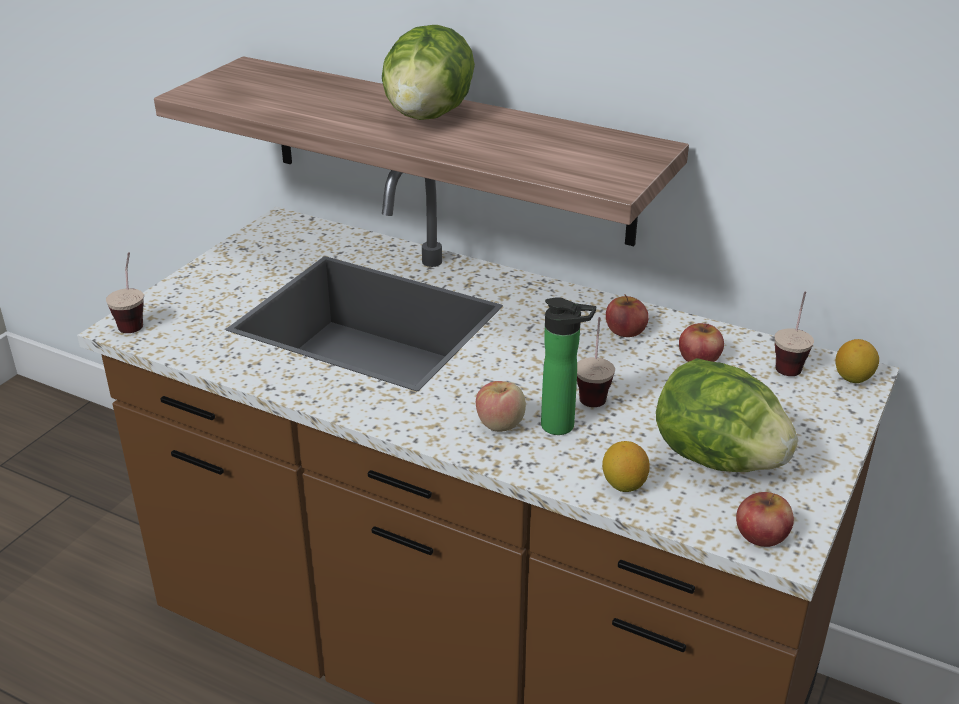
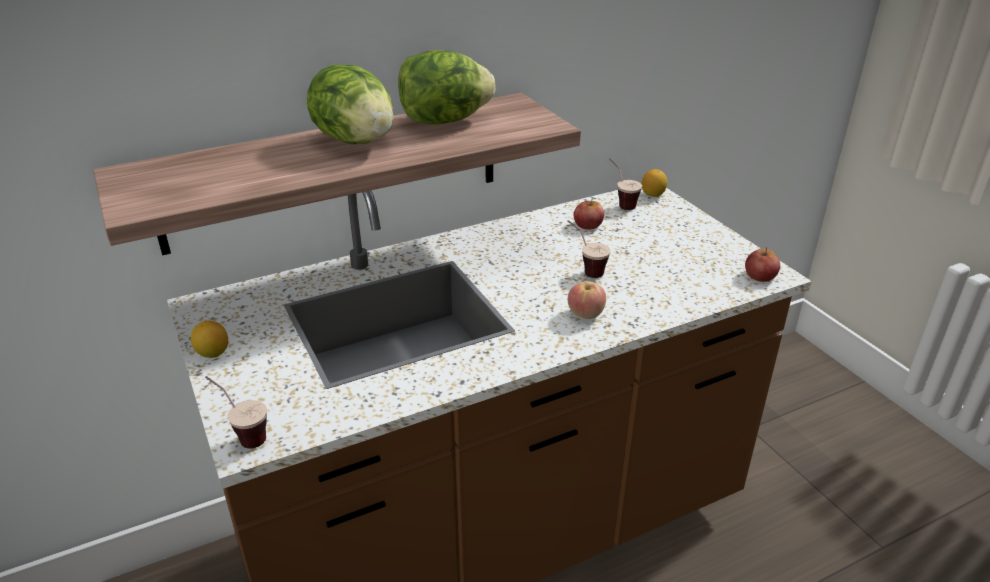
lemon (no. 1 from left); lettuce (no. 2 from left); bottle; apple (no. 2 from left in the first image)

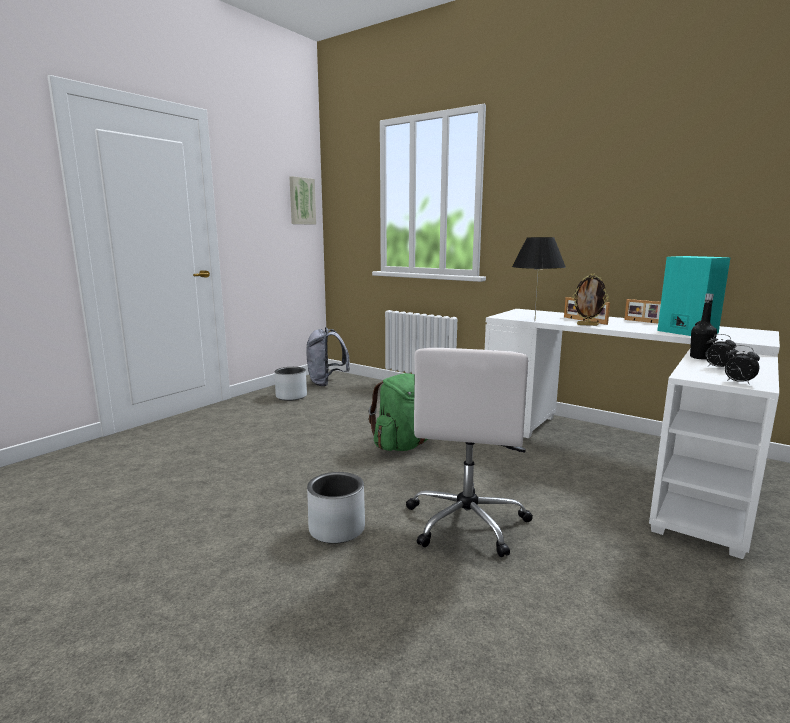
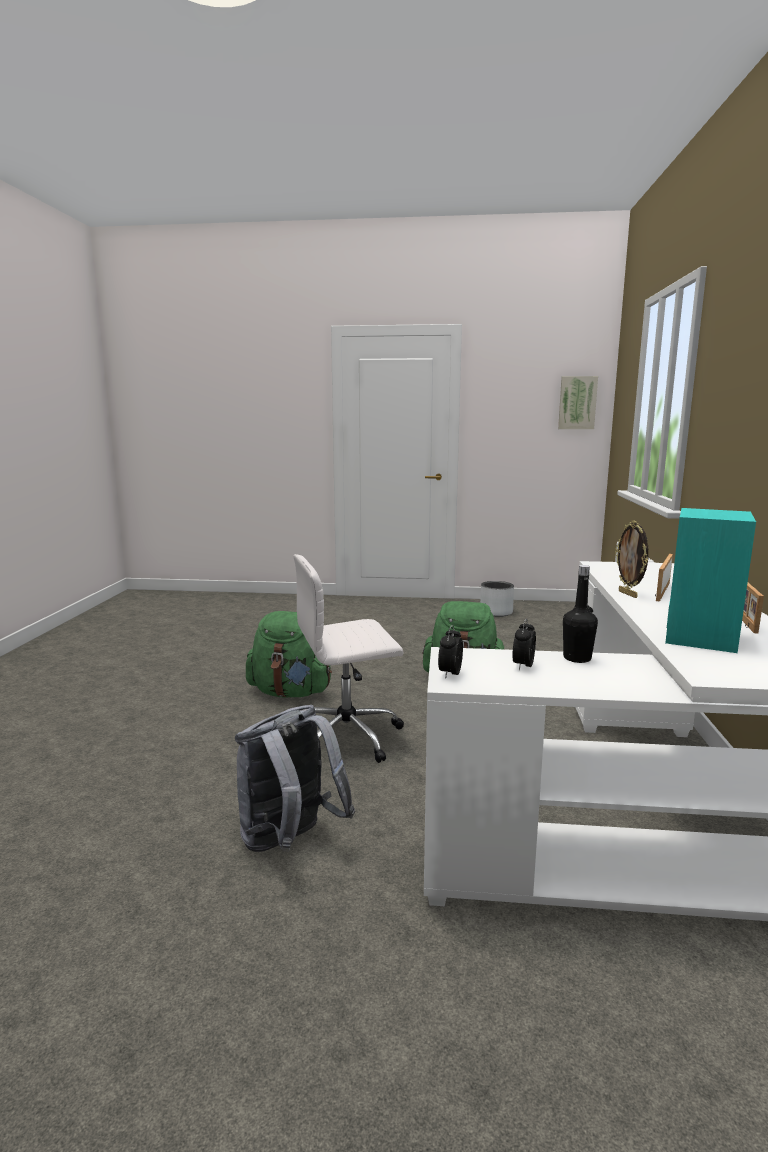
backpack/grey; backpack/green (no. 1 from left); table lamp/black

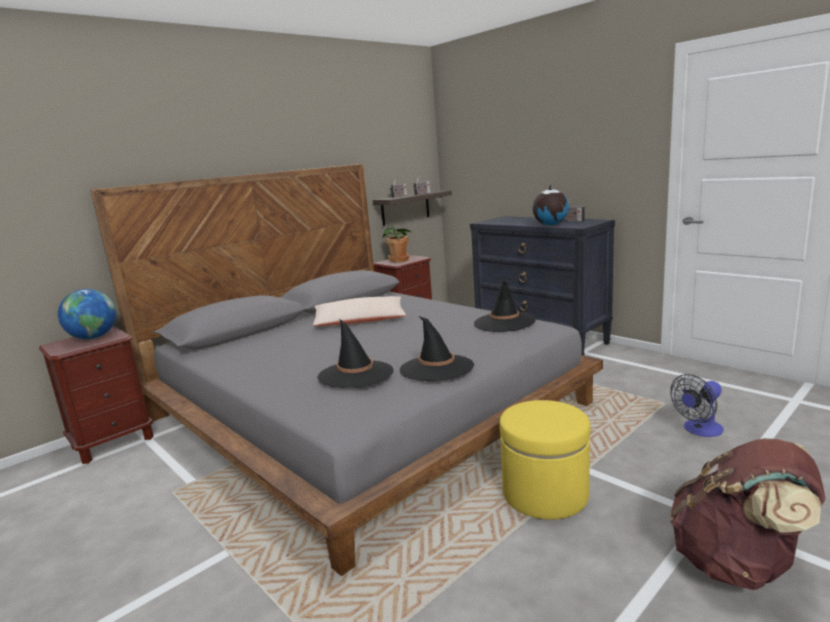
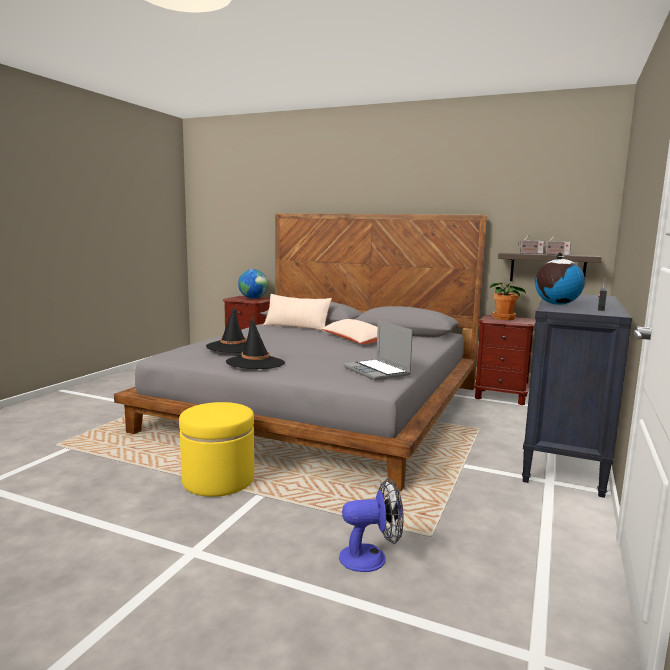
pillow/beige (no. 1 from left); fan; laptop; backpack/brown

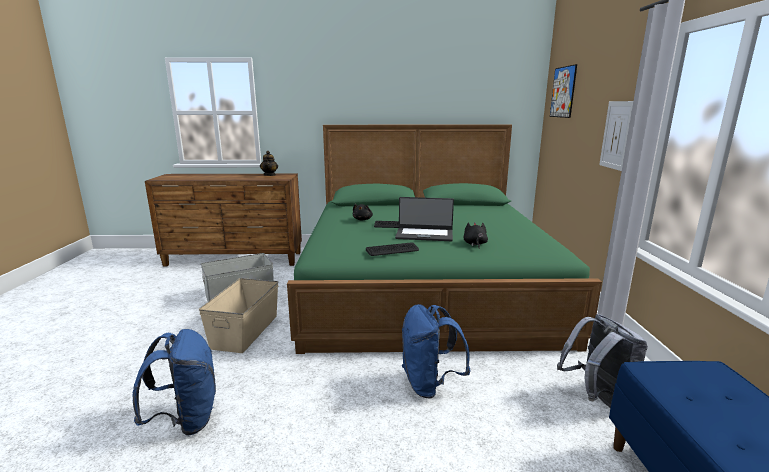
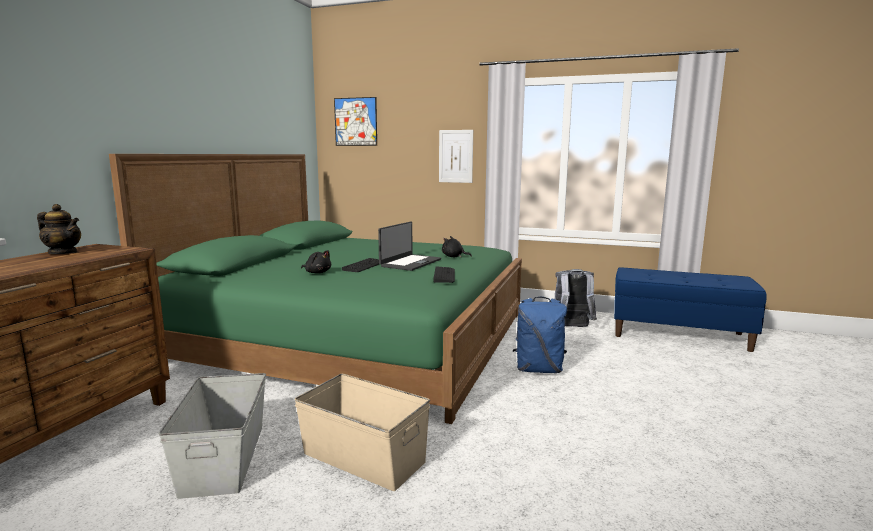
backpack/blue (no. 1 from left in the first image)

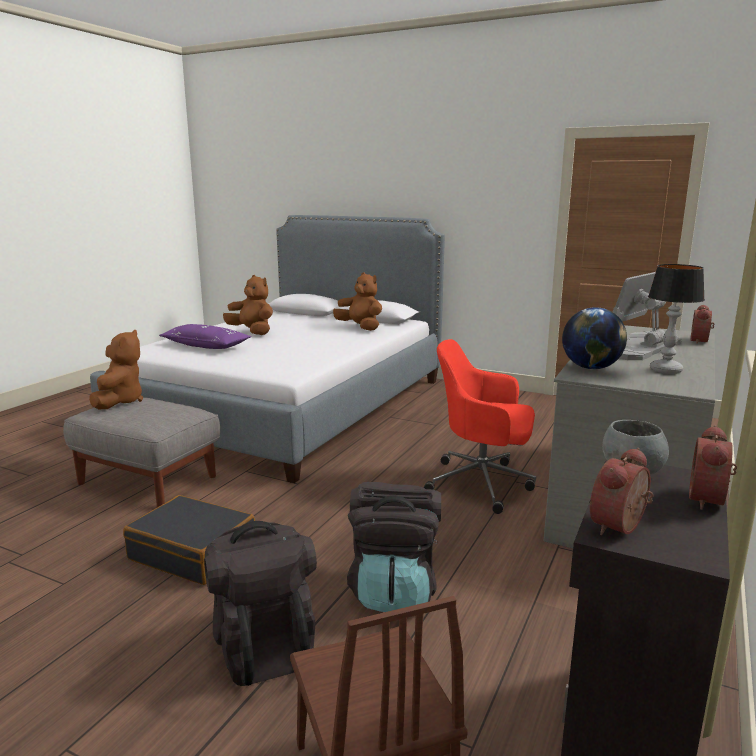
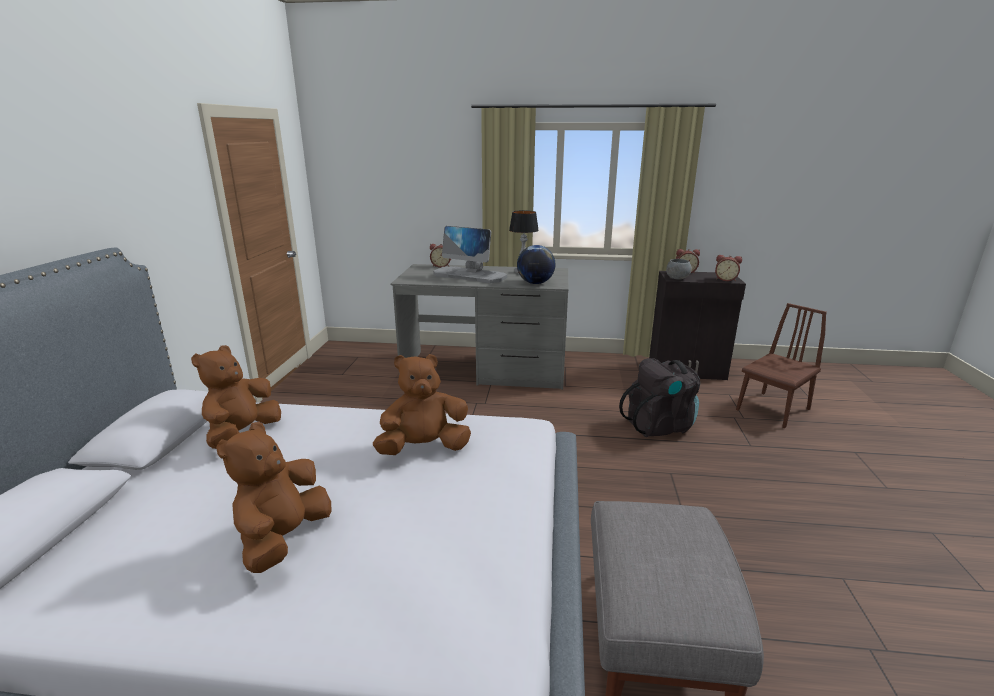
plush toy/brown (no. 3 from left); suitcase/black; pillow/purple; backpack/black (no. 1 from left in the first image); office chair/red

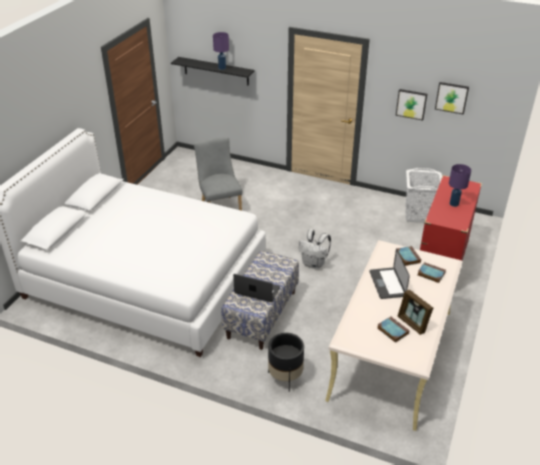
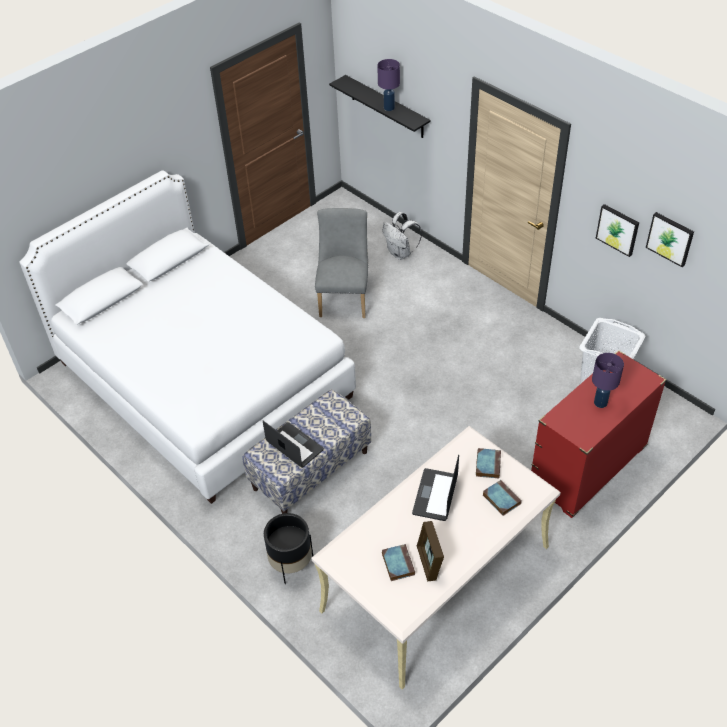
backpack/white

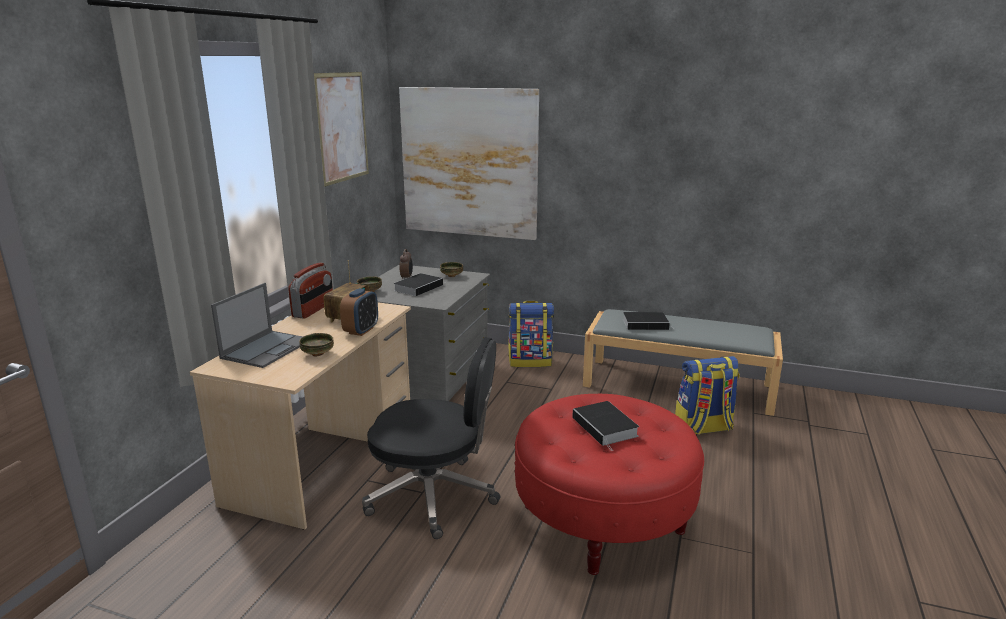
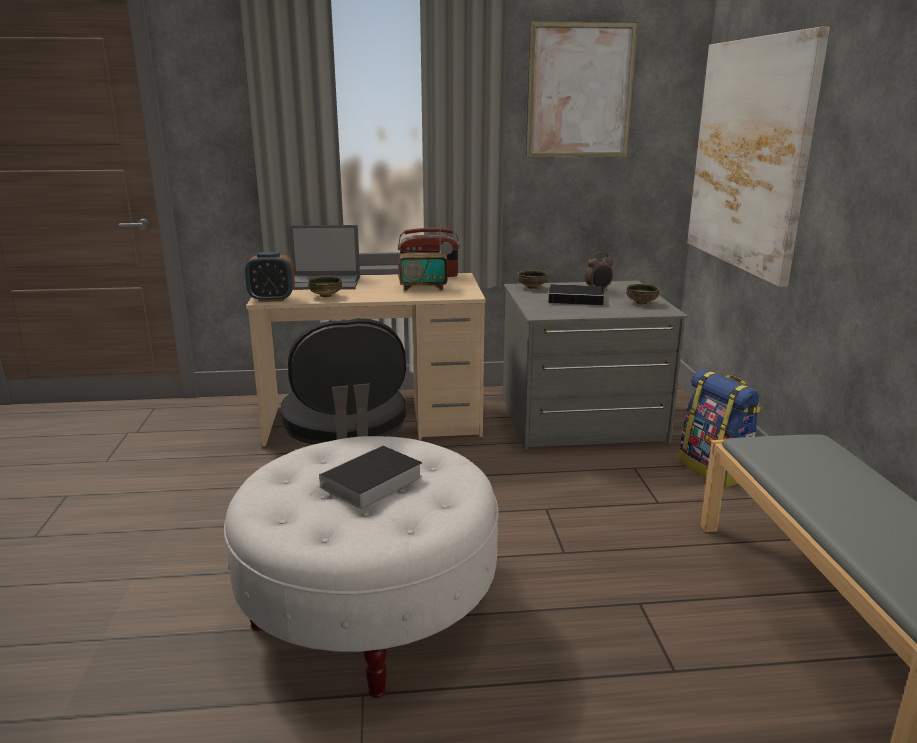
ottoman/white; alarm clock (no. 1 from left); book (no. 3 from left in the first image); backpack (no. 2 from left in the first image)

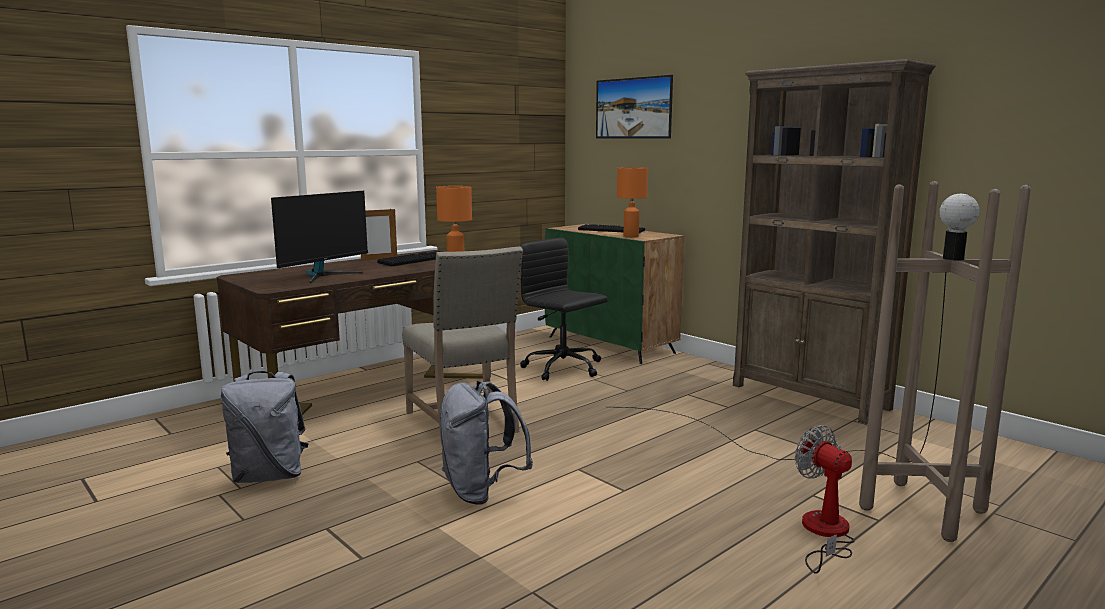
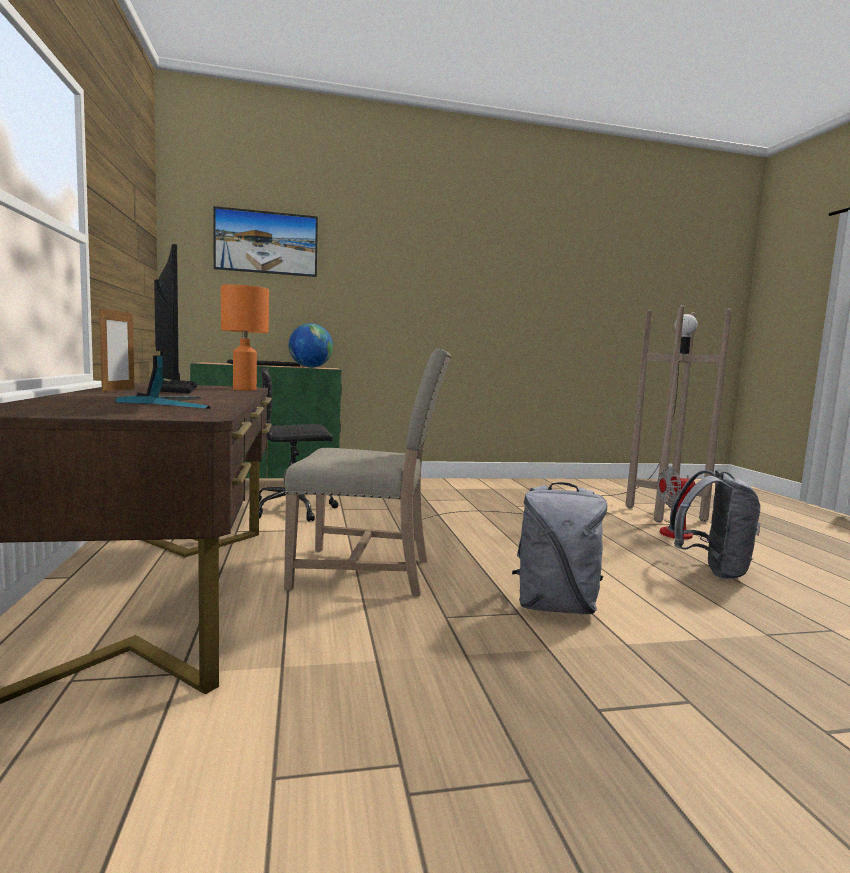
globe; backpack/grey (no. 2 from left); bookcase/brown

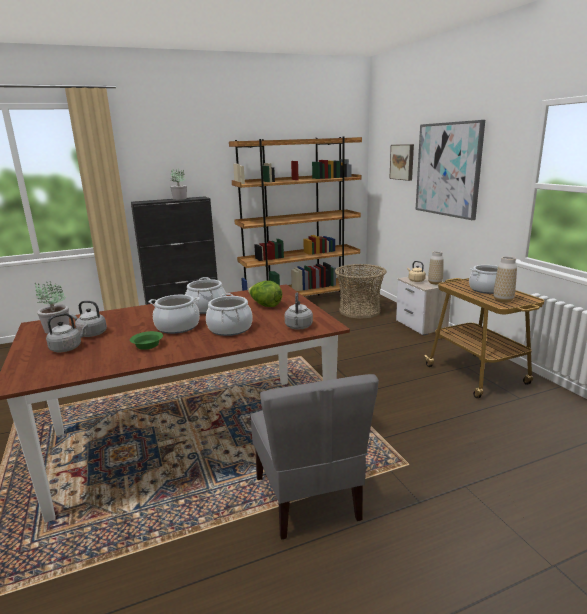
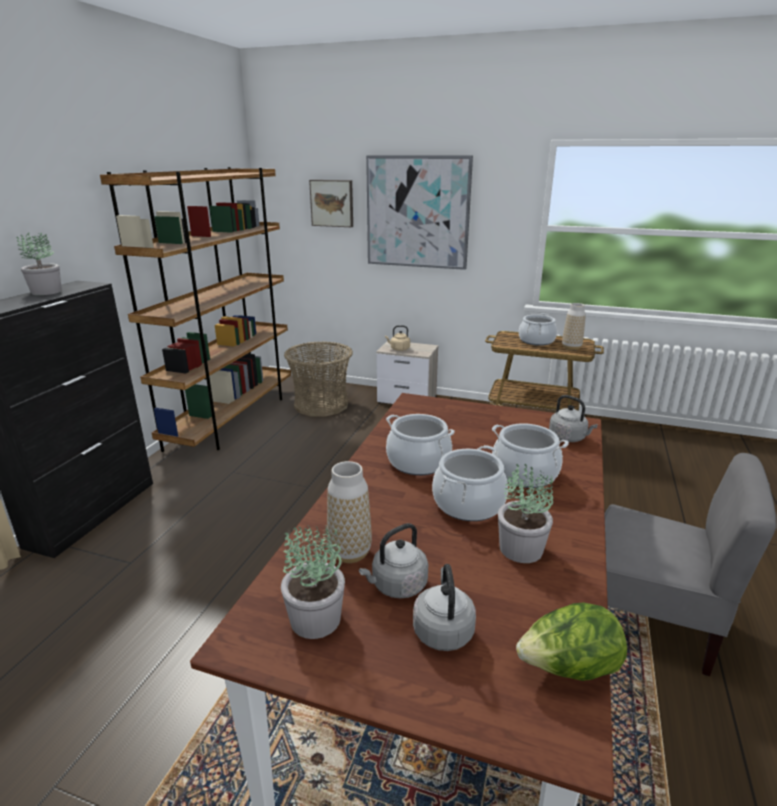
vase (no. 1 from left); potted plant (no. 3 from left); lettuce

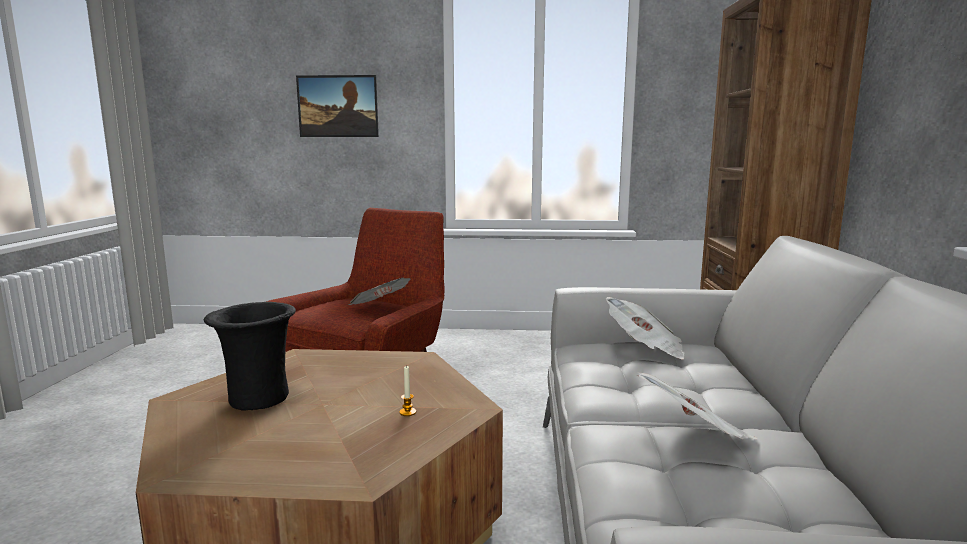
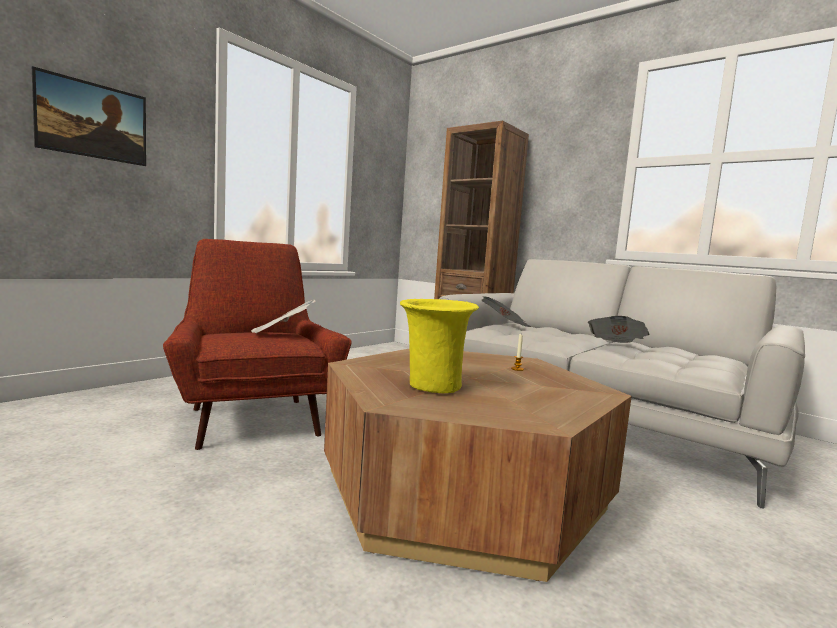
vase/yellow

